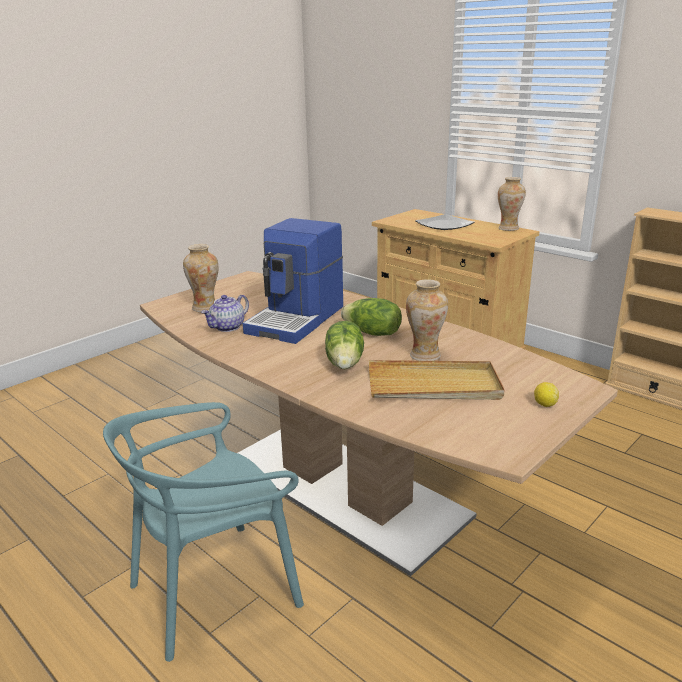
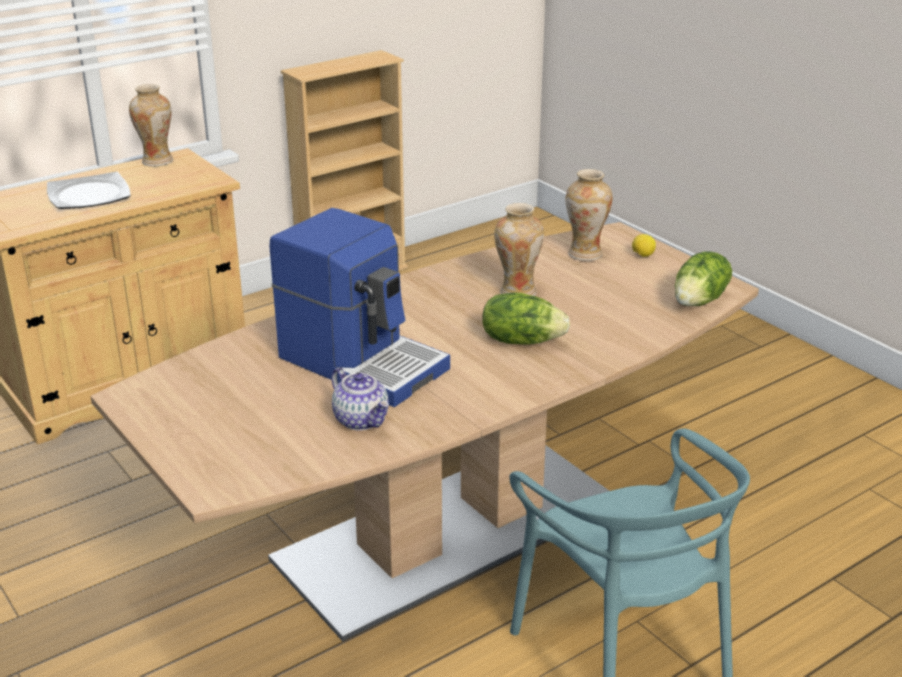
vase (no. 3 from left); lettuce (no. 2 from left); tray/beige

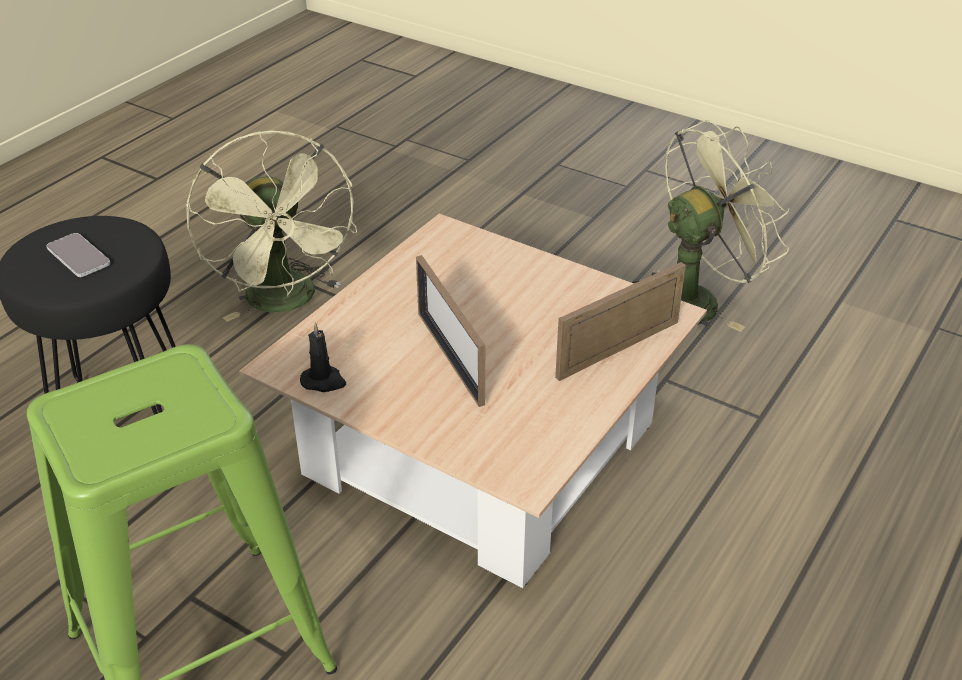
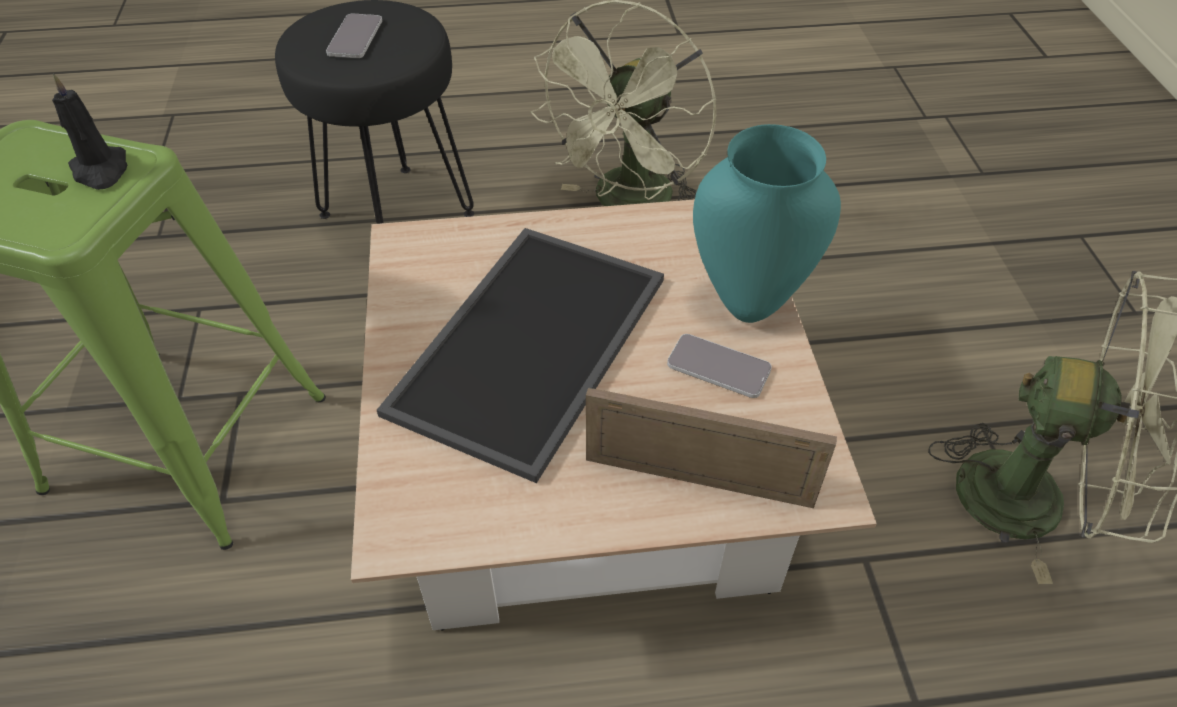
candle/black; tray; phone (no. 2 from left); vase/turquoise

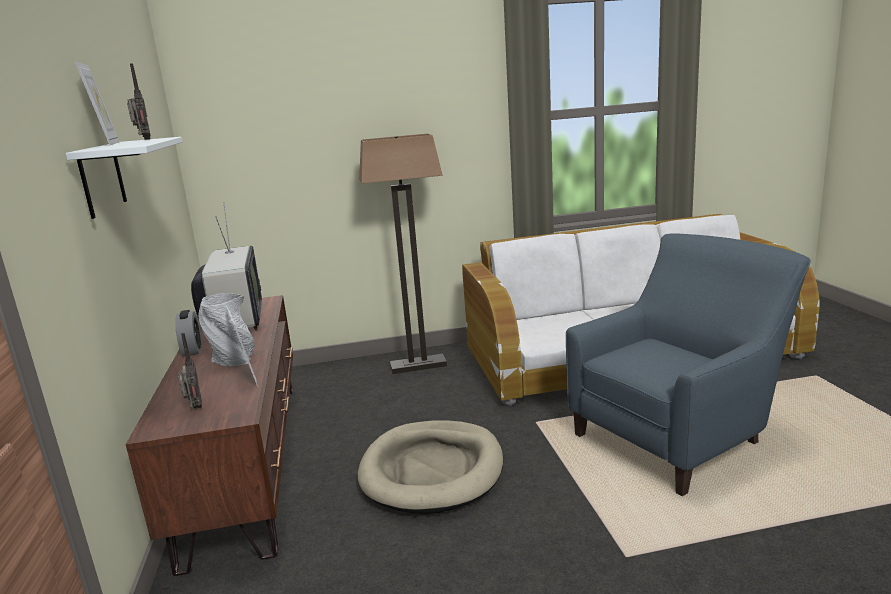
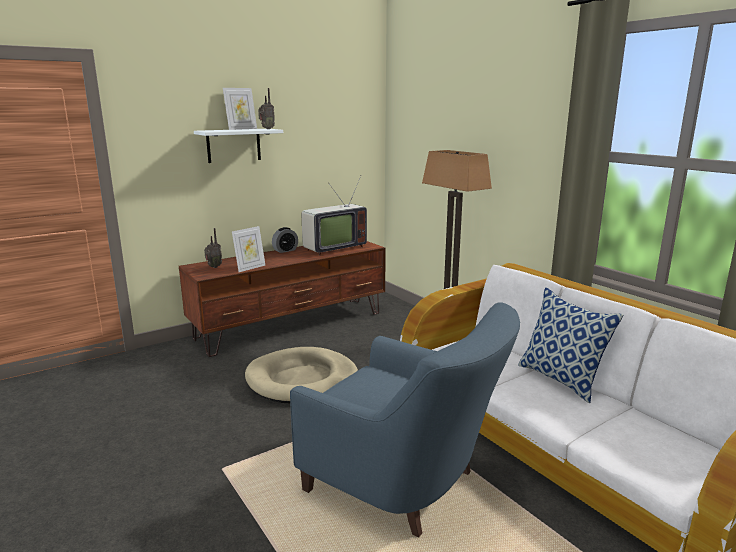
pillow; vase/grey

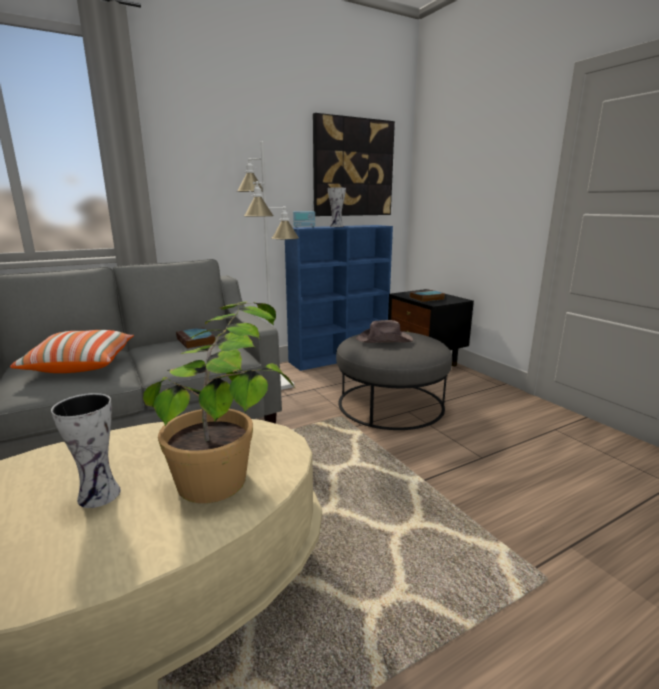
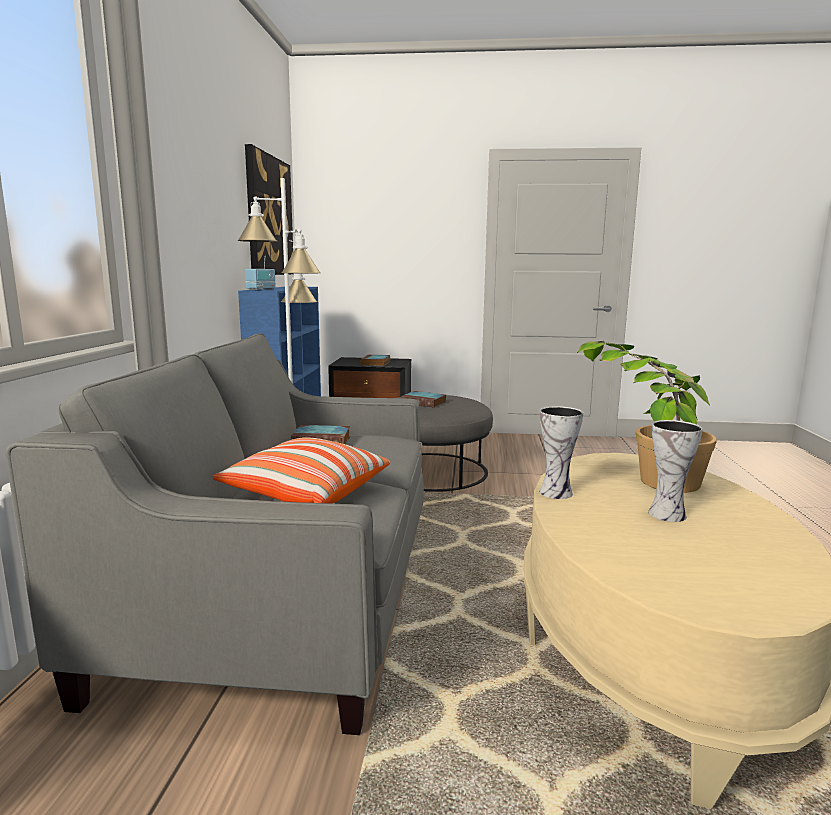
book (no. 3 from left); vase (no. 1 from left)

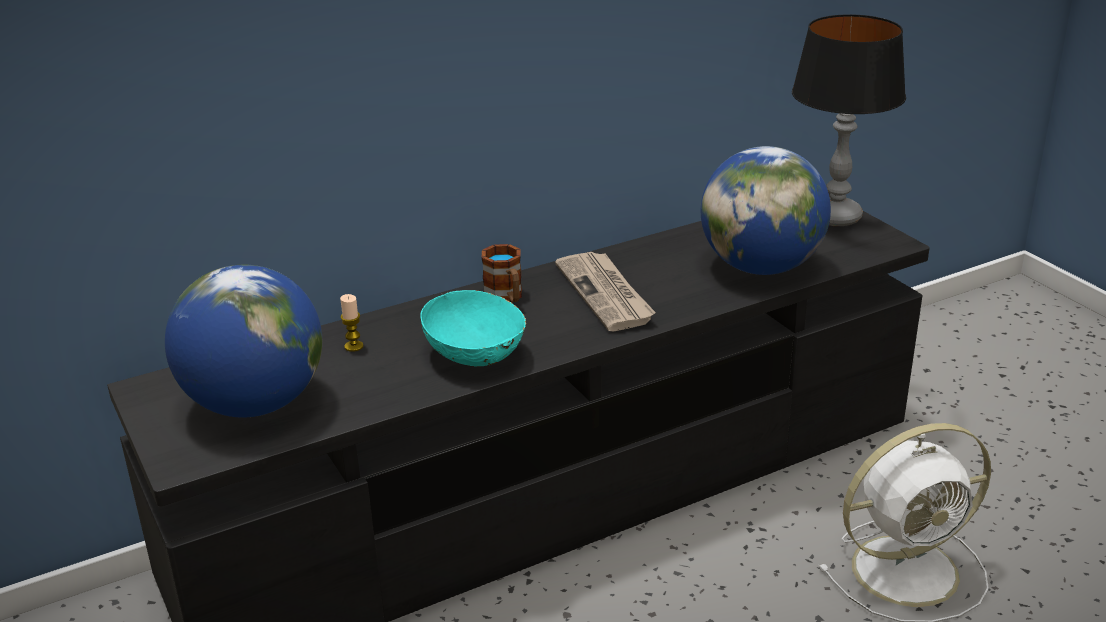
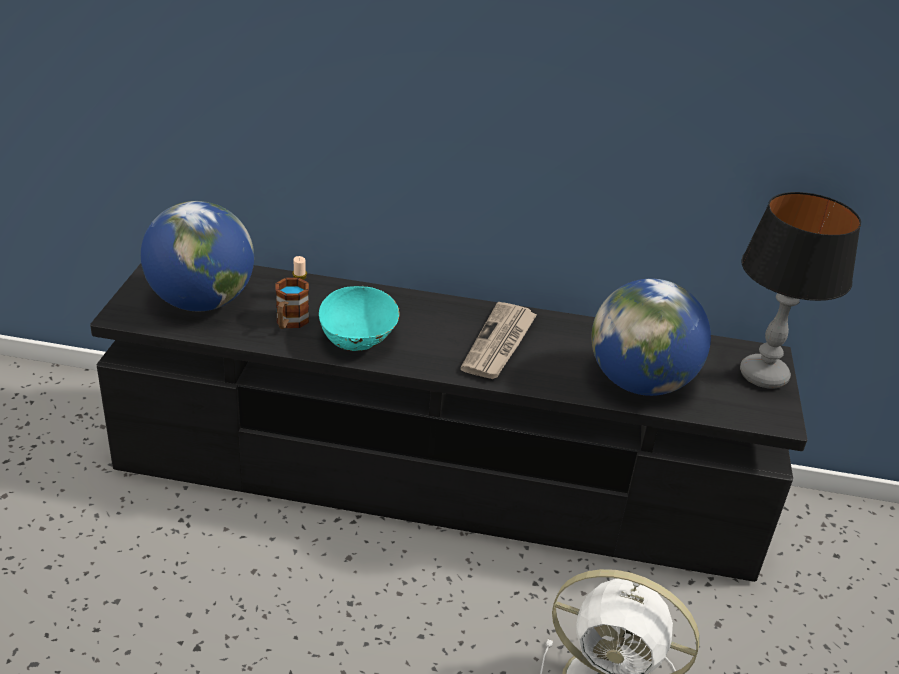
mug

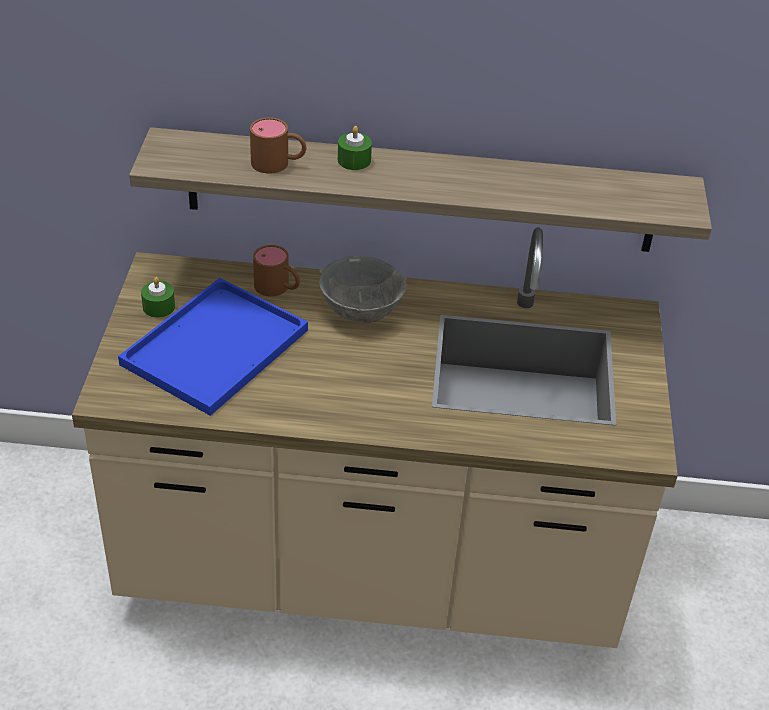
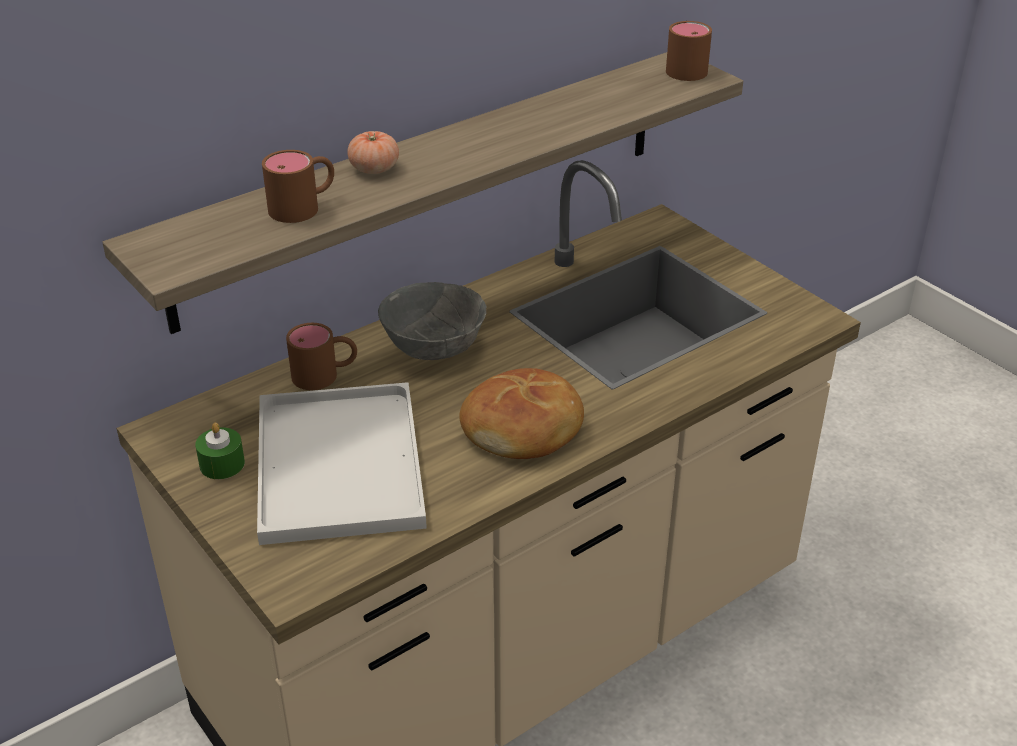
tray/white; tomato; bread; mug/brown (no. 3 from left)

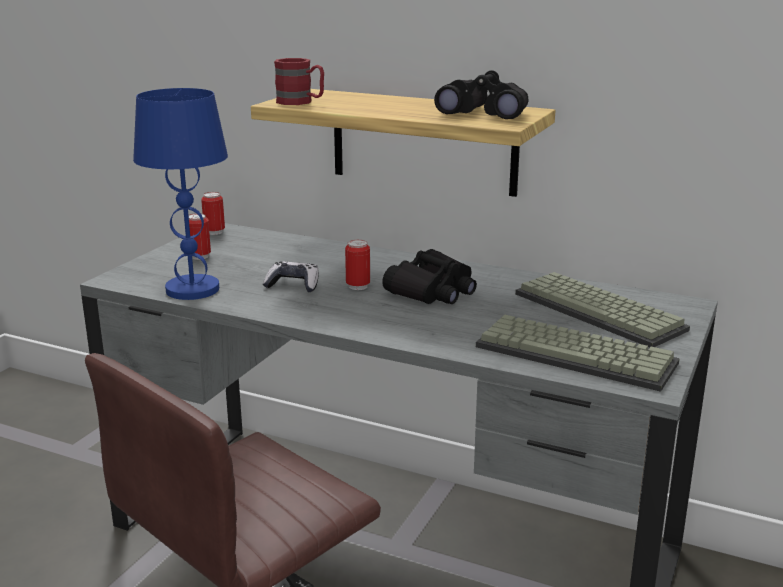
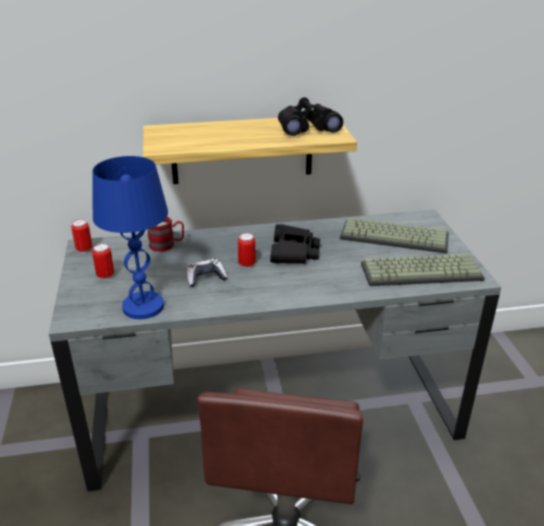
mug/red

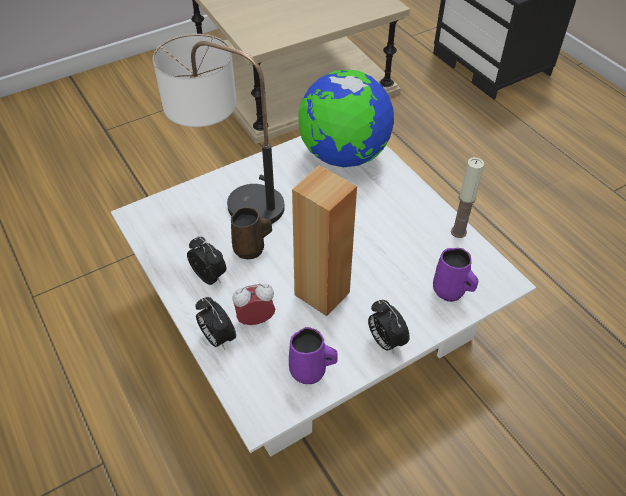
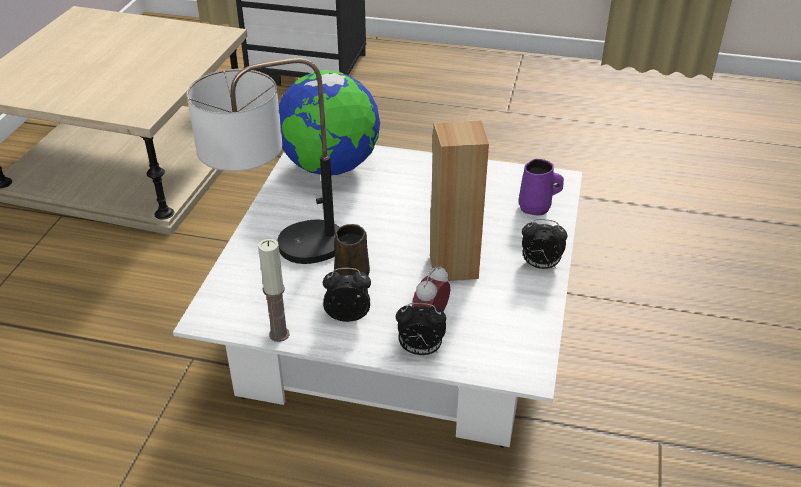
candle; mug/purple (no. 1 from left in the first image)

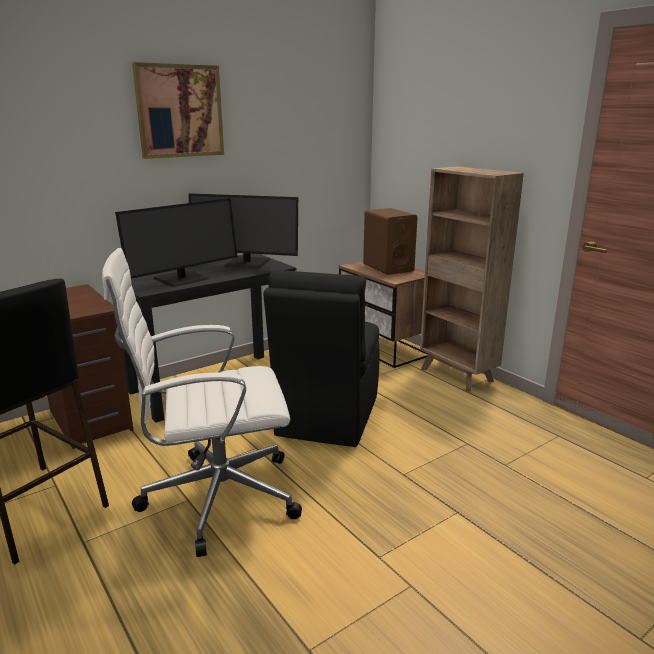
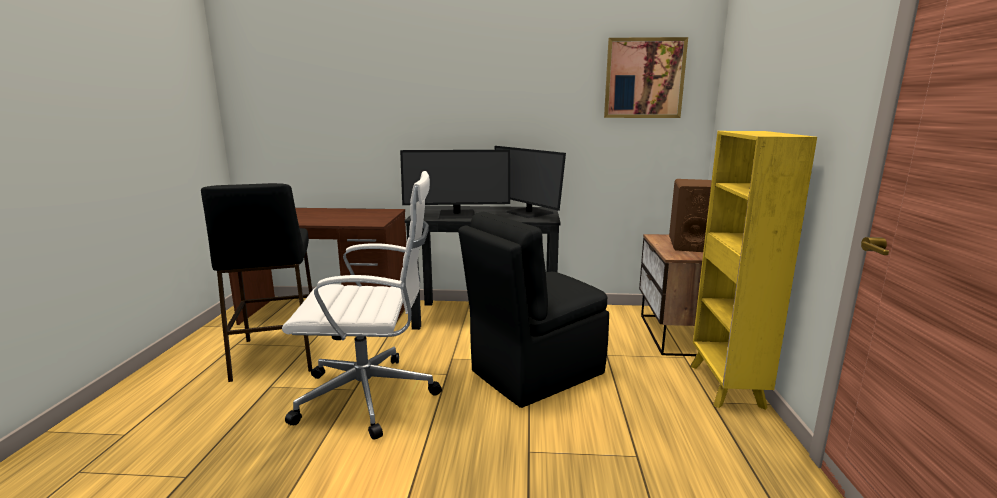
office chair/white; picture; bookcase/yellow

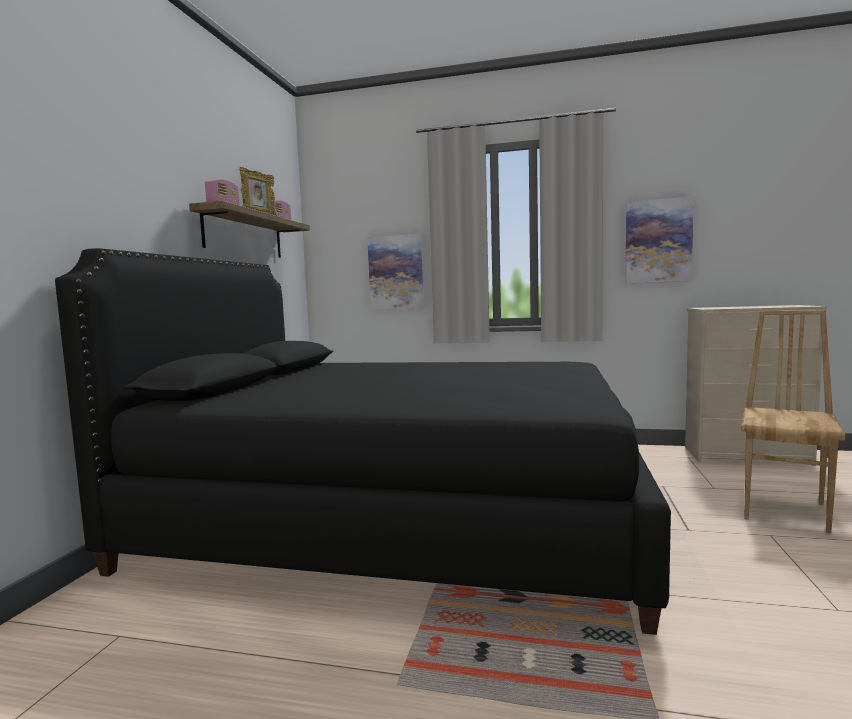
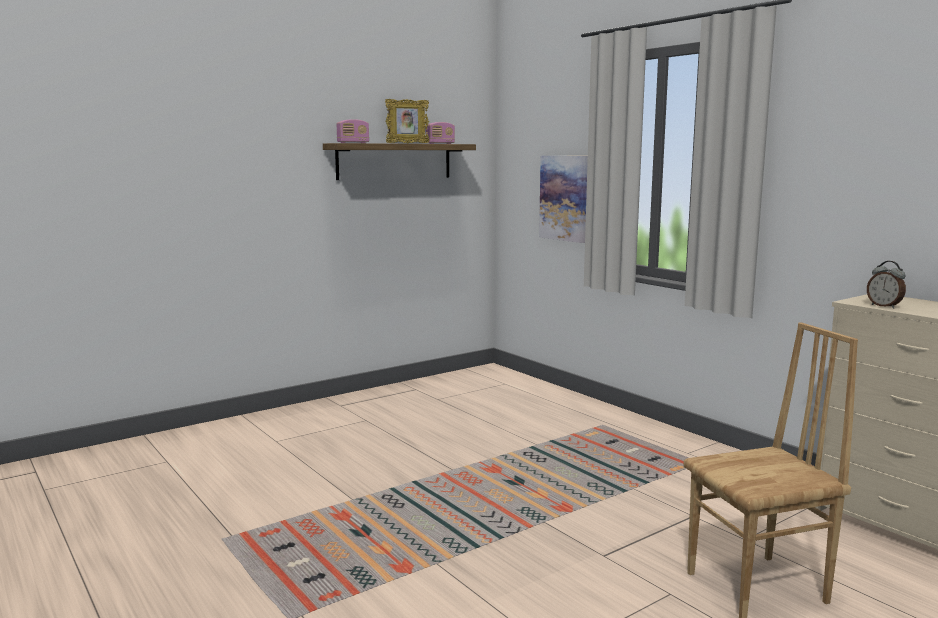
alarm clock; bed/black; picture (no. 2 from left in the first image)

